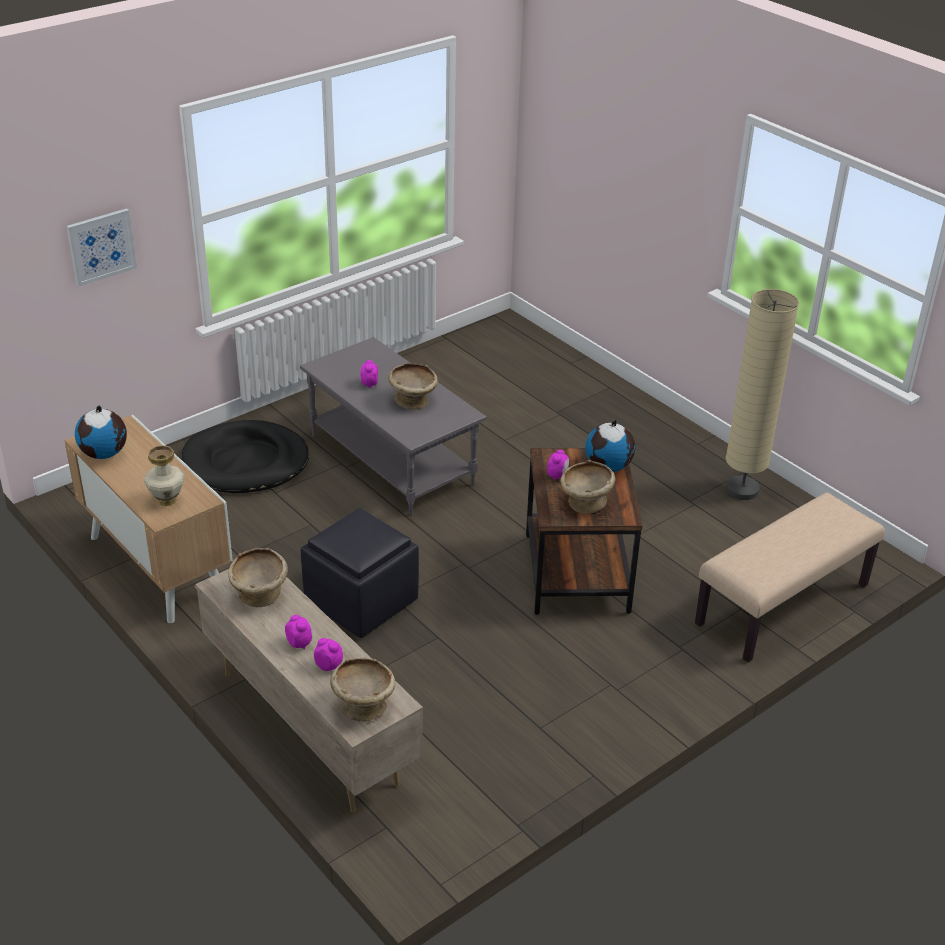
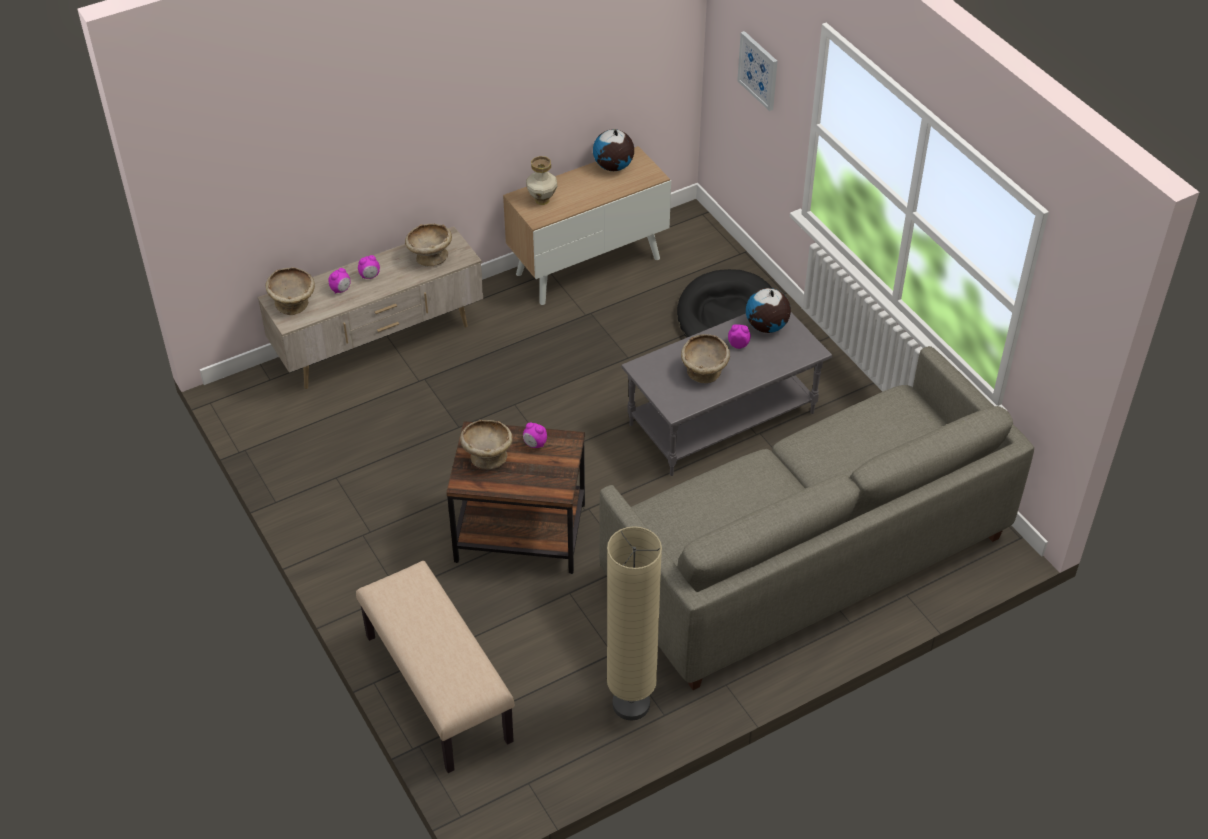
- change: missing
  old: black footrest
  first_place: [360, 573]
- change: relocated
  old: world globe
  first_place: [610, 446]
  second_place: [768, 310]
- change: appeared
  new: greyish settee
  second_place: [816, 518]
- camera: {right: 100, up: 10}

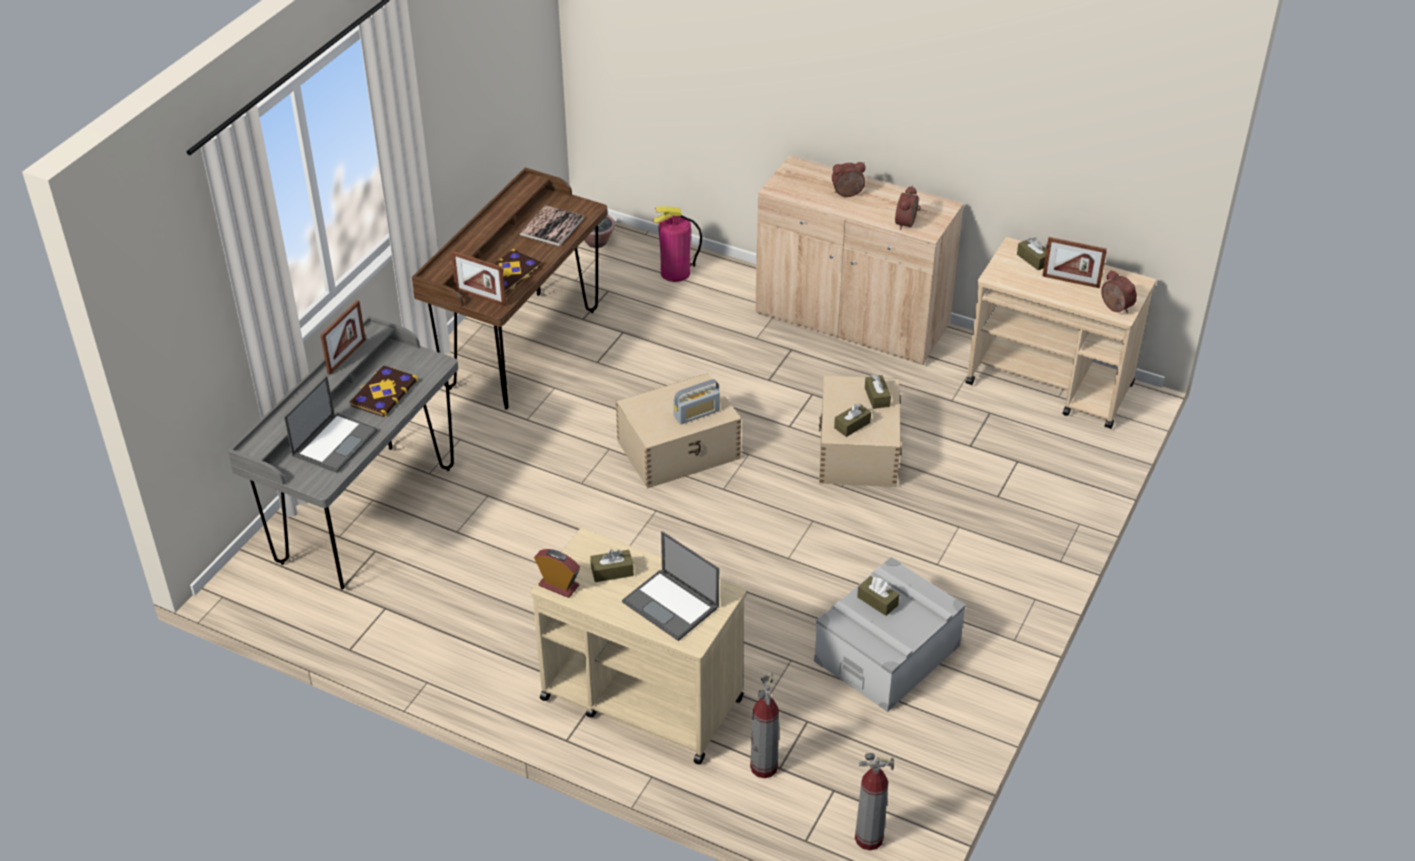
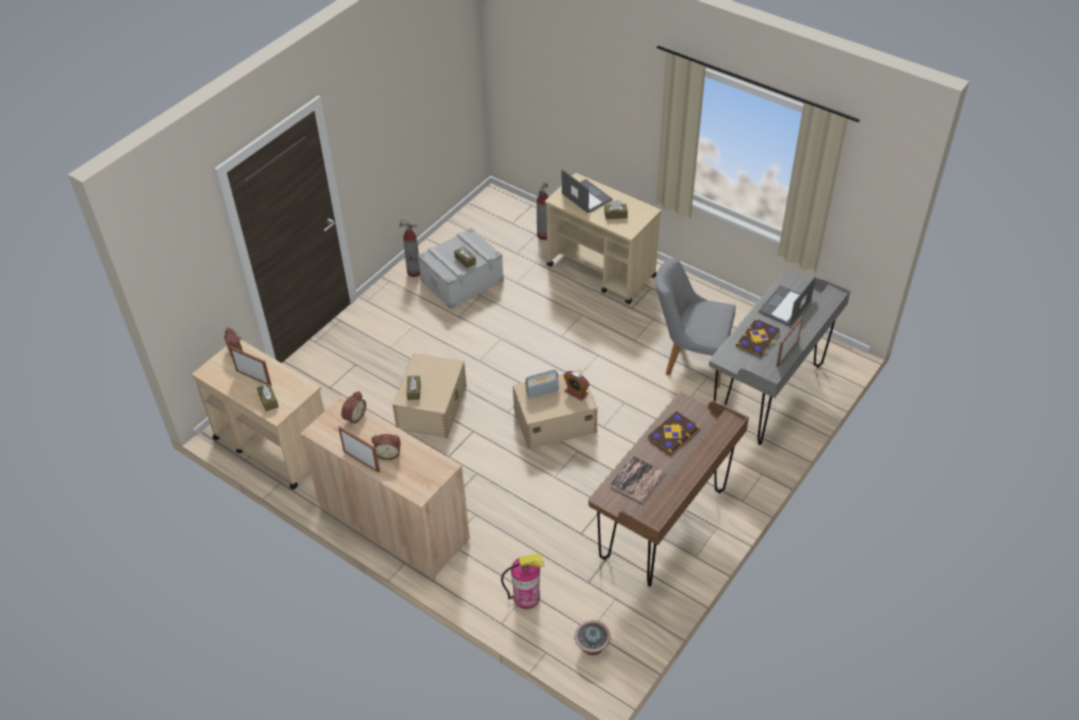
- change: relocated
  old: standing frame
  first_place: [478, 278]
  second_place: [359, 449]
- change: relocated
  old: bedside clock
  first_place: [557, 573]
  second_place: [576, 386]
- change: missing
  old: brown tissue box
  first_place: [852, 420]
- change: relocated
  old: fire-fighting cylinder
  first_place: [874, 802]
  second_place: [410, 248]
- change: appeared
  new: greyish upright chair
  second_place: [695, 323]
- camera: {right: -170, up: 5}

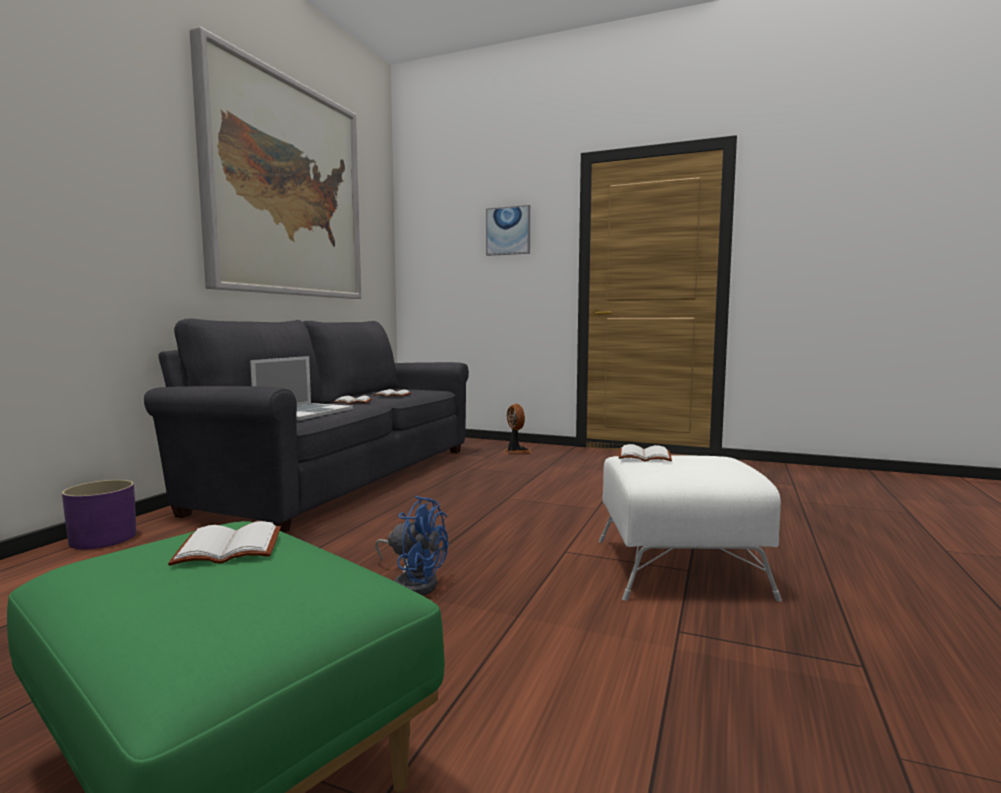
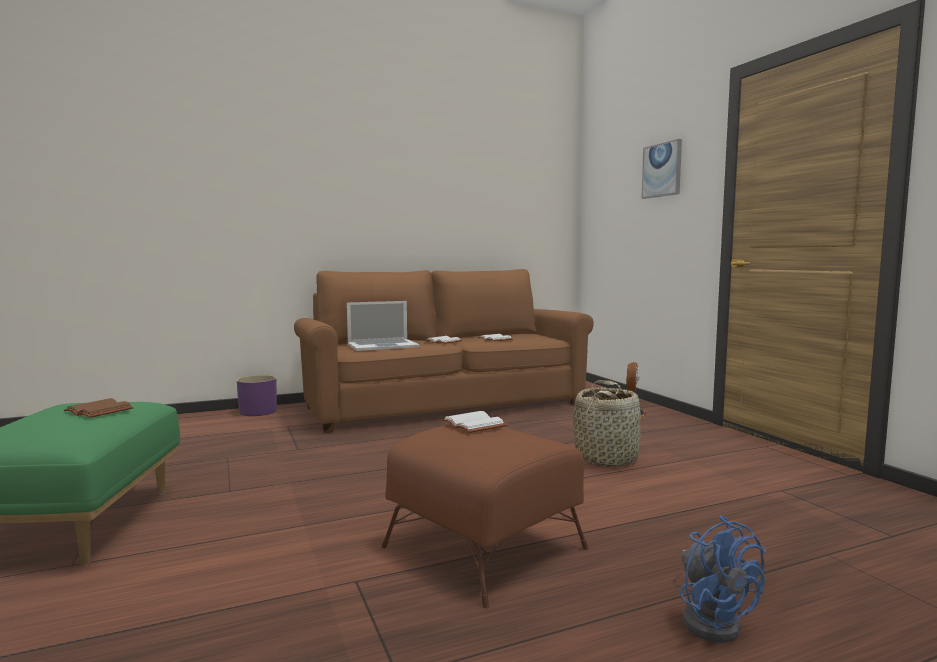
- change: colour
  old: greyish settee
  new: brown settee
  first_place: [306, 425]
  second_place: [444, 351]
- change: colour
  old: white book
  new: brown book
  first_place: [224, 543]
  second_place: [99, 408]
- change: missing
  old: wall picture
  first_place: [275, 163]
- change: relocated
  old: blue-coloured cooling fan
  first_place: [411, 546]
  second_place: [723, 579]
- change: colour
  old: white footrest
  new: brown footrest
  first_place: [690, 528]
  second_place: [485, 516]
- change: appeared
  new: basket
  second_place: [607, 423]
- camera: {right: 45, up: 0}

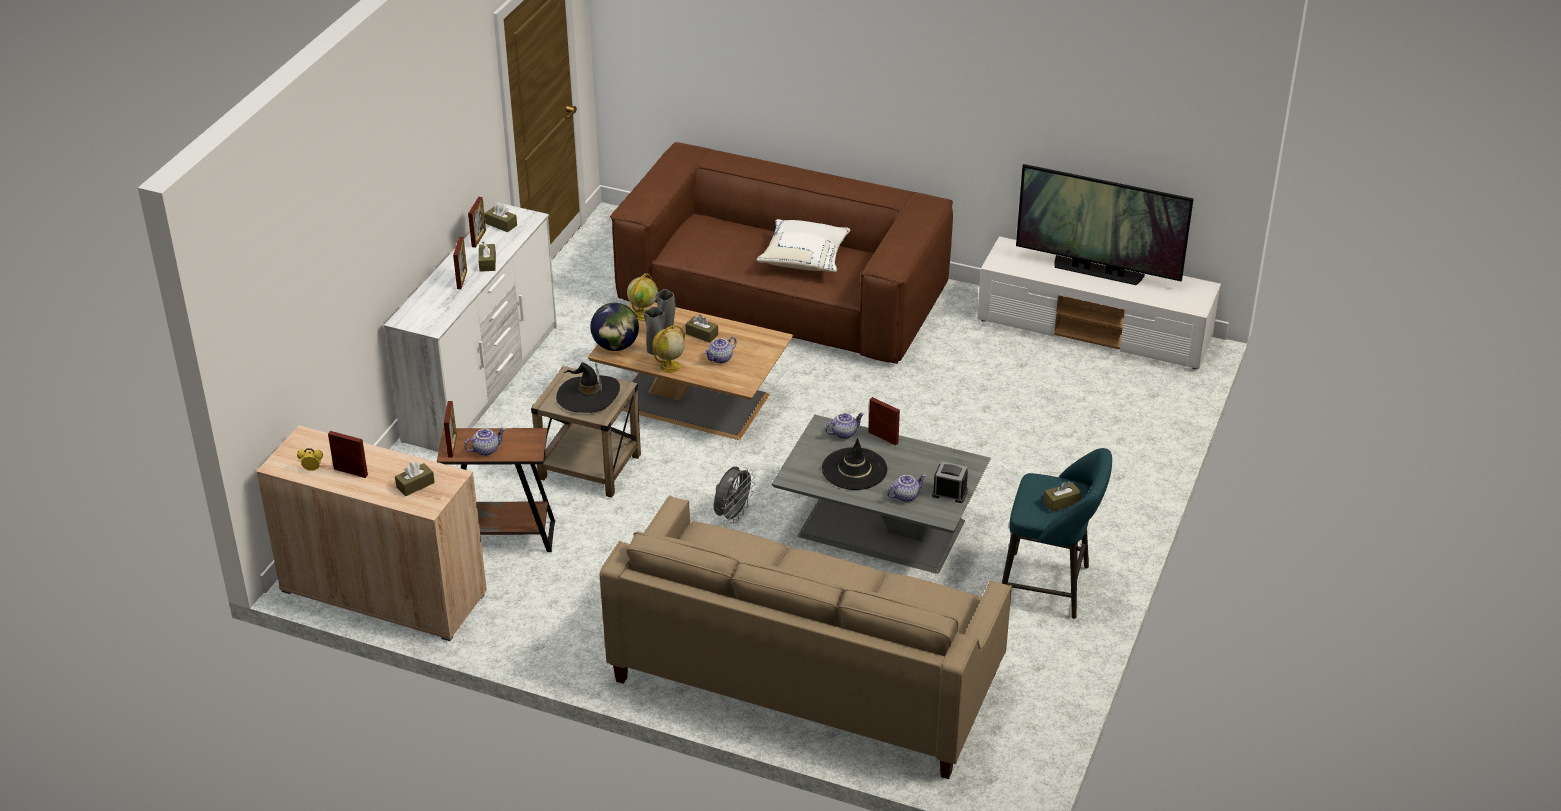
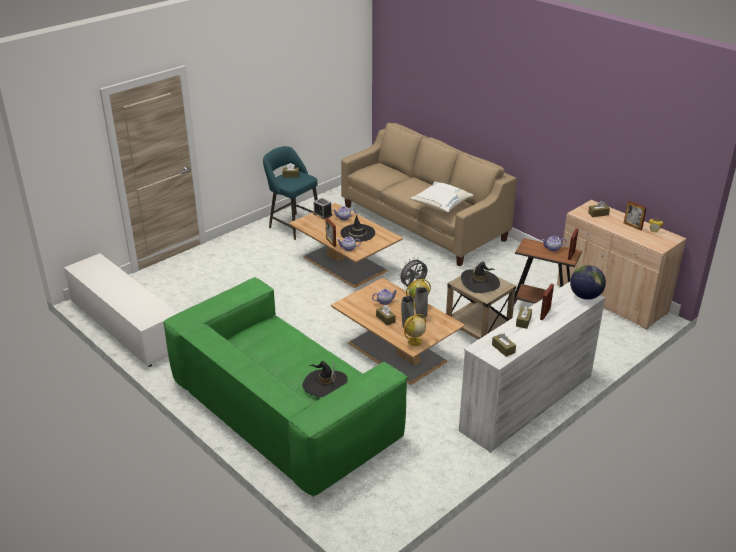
- change: missing
  old: standing frame
  first_place: [477, 222]
- change: relocated
  old: world globe
  first_place: [614, 327]
  second_place: [588, 282]
- change: colour
  old: brown settee
  new: green-coloured settee
  first_place: [781, 253]
  second_place: [285, 387]
- change: relocated
  old: white throw pillow
  first_place: [803, 245]
  second_place: [442, 197]
- change: colour
  old: greyish lounge table
  new: brown lounge table
  first_place: [881, 494]
  second_place: [346, 245]
- change: missing
  old: TV set
  first_place: [1105, 224]
- change: appeared
  new: black wearable hat
  second_place: [325, 379]
- camera: {right: -155, up: -5}

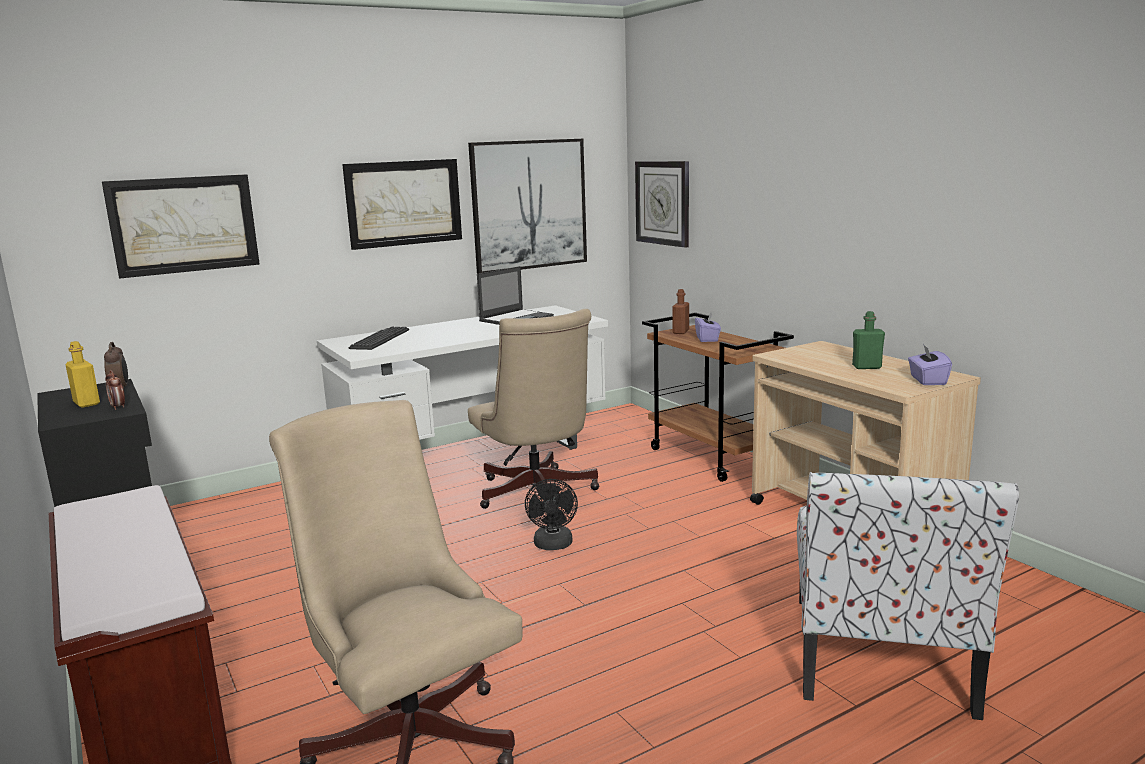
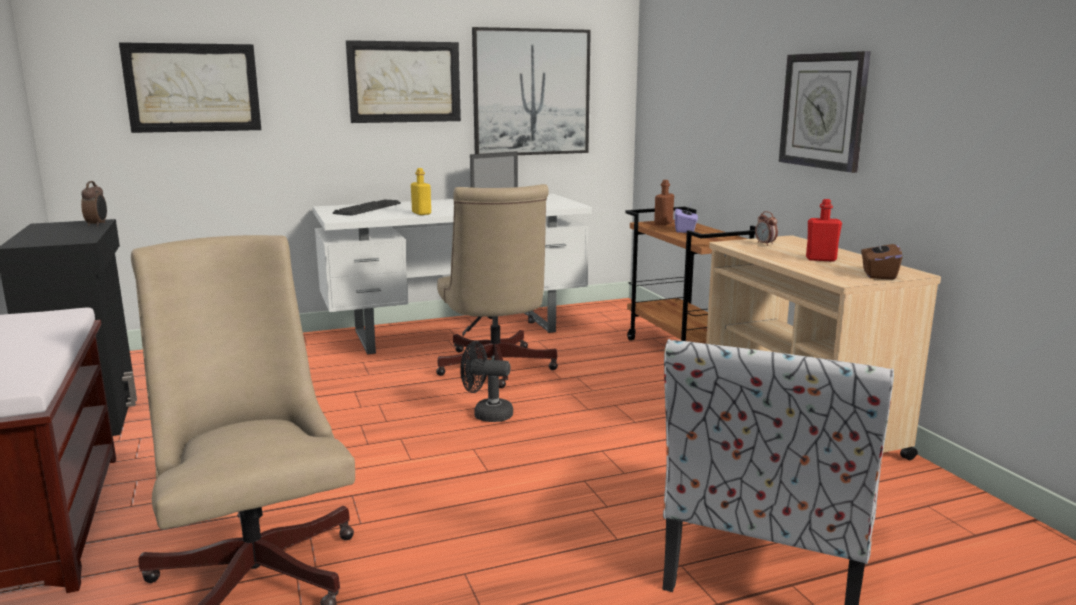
- change: relocated
  old: yellow-coloured beverage bottle
  first_place: [82, 374]
  second_place: [421, 191]
- change: relocated
  old: bedside clock
  first_place: [115, 390]
  second_place: [766, 228]
- change: spun
  old: black cooling fan
  first_place: [551, 514]
  second_place: [486, 381]
  degrees: 90
- change: relocated
  old: hanging clock
  first_place: [662, 204]
  second_place: [825, 112]
- change: colour
  old: green-coloured beverage bottle
  new: red beverage bottle
  first_place: [868, 340]
  second_place: [824, 230]
- change: colour
  old: purple tissue box
  new: brown tissue box
  first_place: [930, 364]
  second_place: [881, 258]
- camera: {right: 10, up: 0}

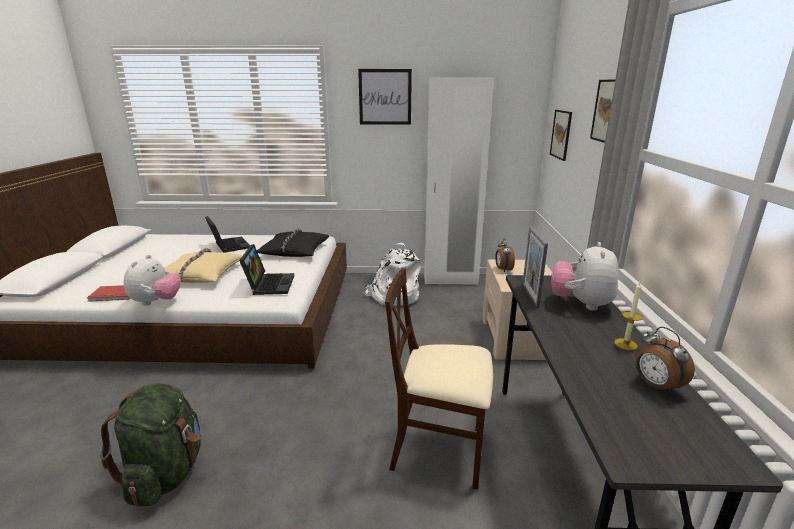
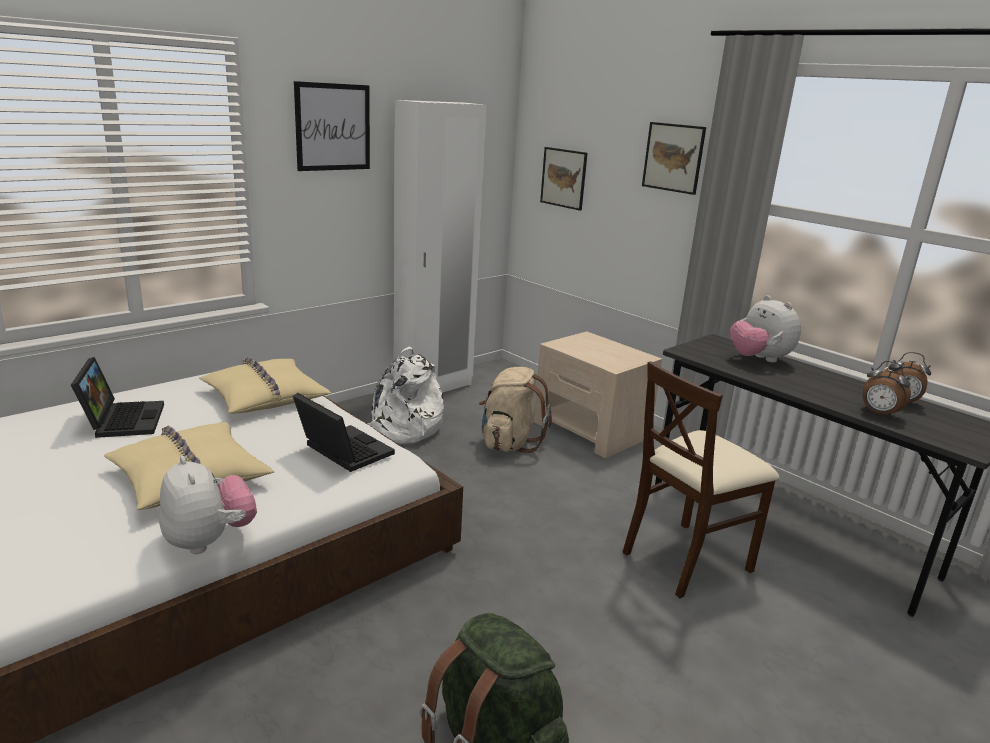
- change: missing
  old: red book
  first_place: [109, 293]
- change: spun
  old: portable computer
  first_place: [227, 234]
  second_place: [117, 397]
  degrees: 60
- change: colour
  old: black throw pillow
  new: beige-coloured throw pillow
  first_place: [293, 242]
  second_place: [265, 385]
- change: relocated
  old: bedside clock
  first_place: [505, 255]
  second_place: [887, 389]
- change: missing
  old: standing frame
  first_place: [535, 266]
- change: missing
  old: wax light
  first_place: [628, 316]
- change: appeared
  new: beige-coloured knapsack
  second_place: [515, 410]
- camera: {right: -45, up: 0}

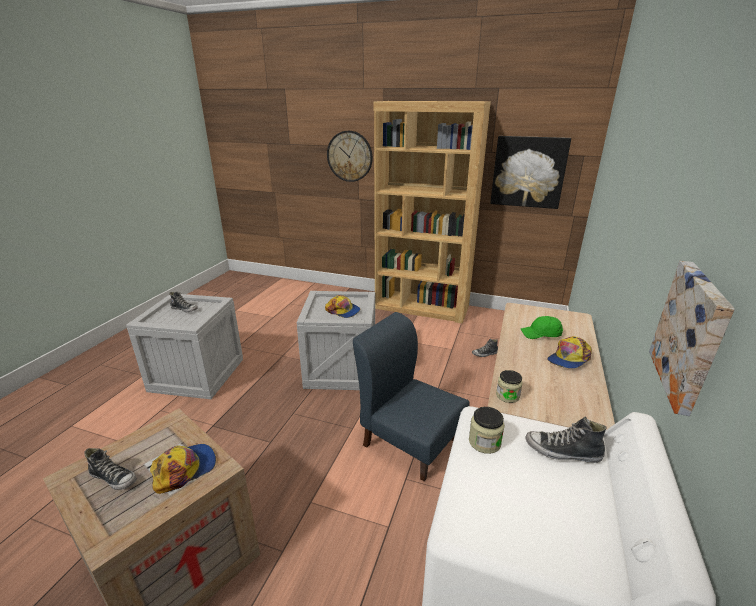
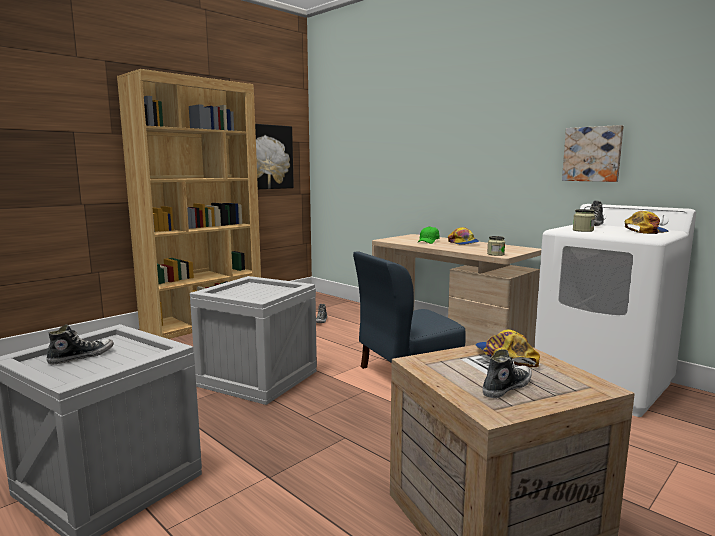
- change: relocated
  old: cap
  first_place: [342, 306]
  second_place: [647, 222]
- change: missing
  old: hanging clock
  first_place: [350, 156]
- camera: {right: -65, up: -15}

